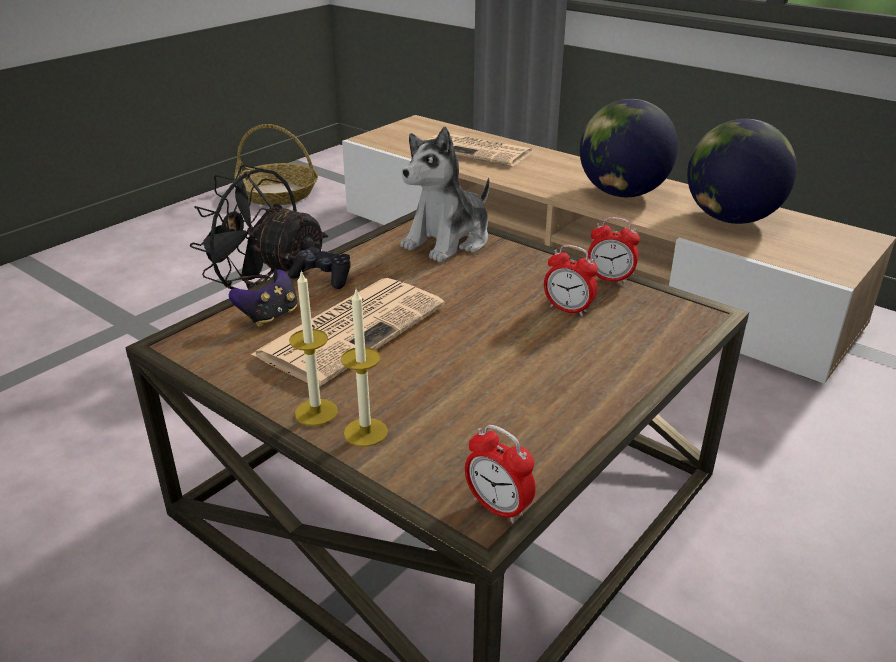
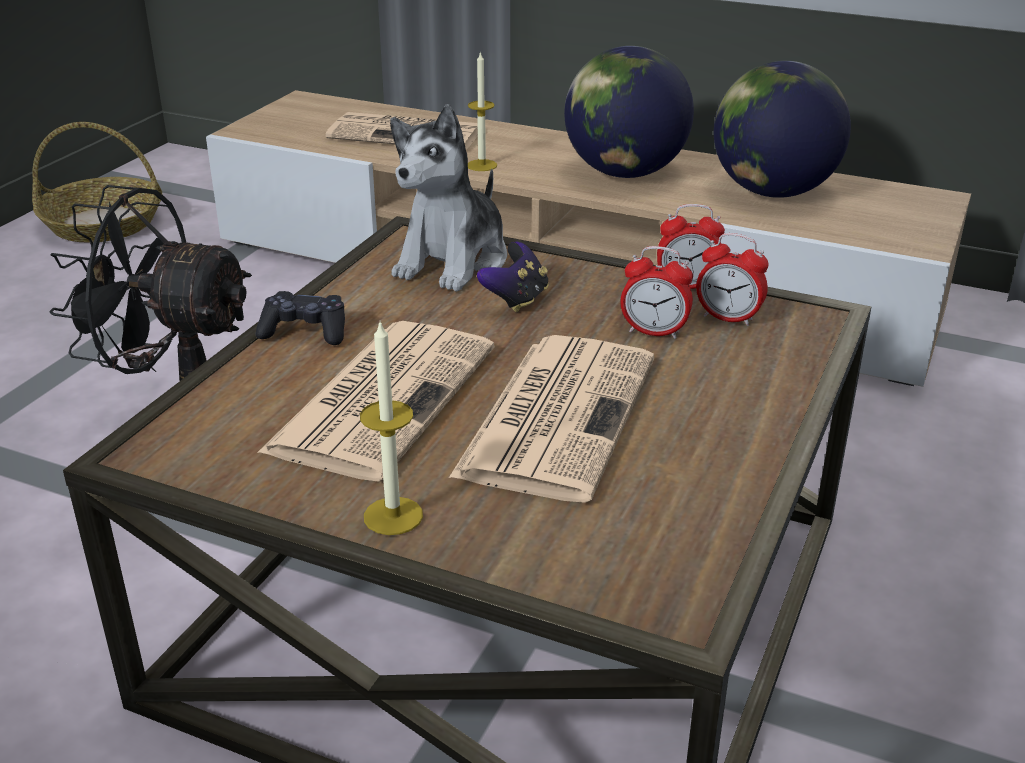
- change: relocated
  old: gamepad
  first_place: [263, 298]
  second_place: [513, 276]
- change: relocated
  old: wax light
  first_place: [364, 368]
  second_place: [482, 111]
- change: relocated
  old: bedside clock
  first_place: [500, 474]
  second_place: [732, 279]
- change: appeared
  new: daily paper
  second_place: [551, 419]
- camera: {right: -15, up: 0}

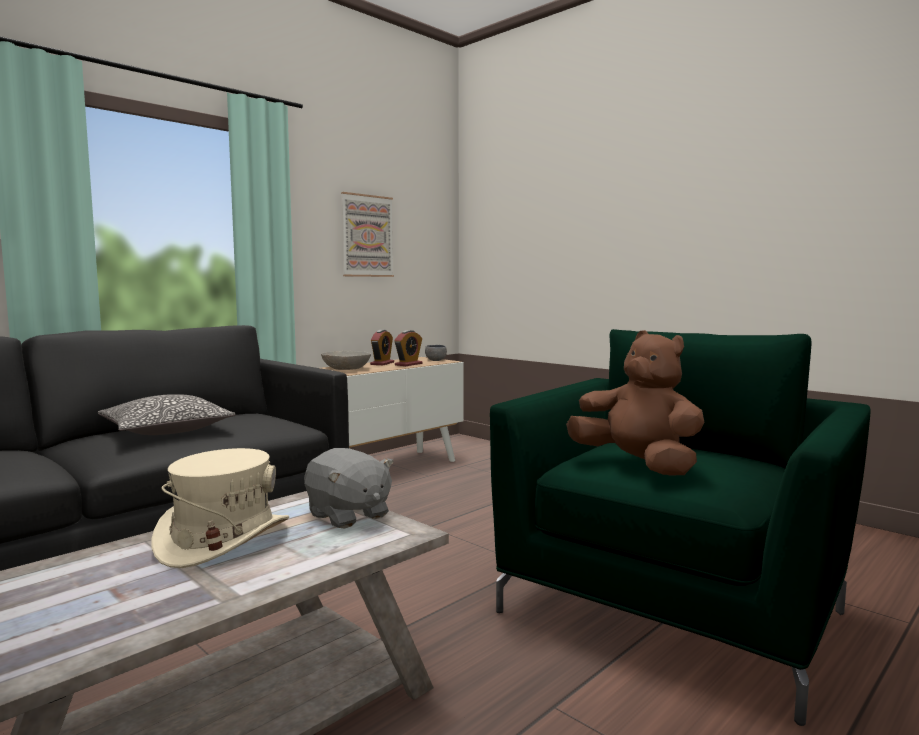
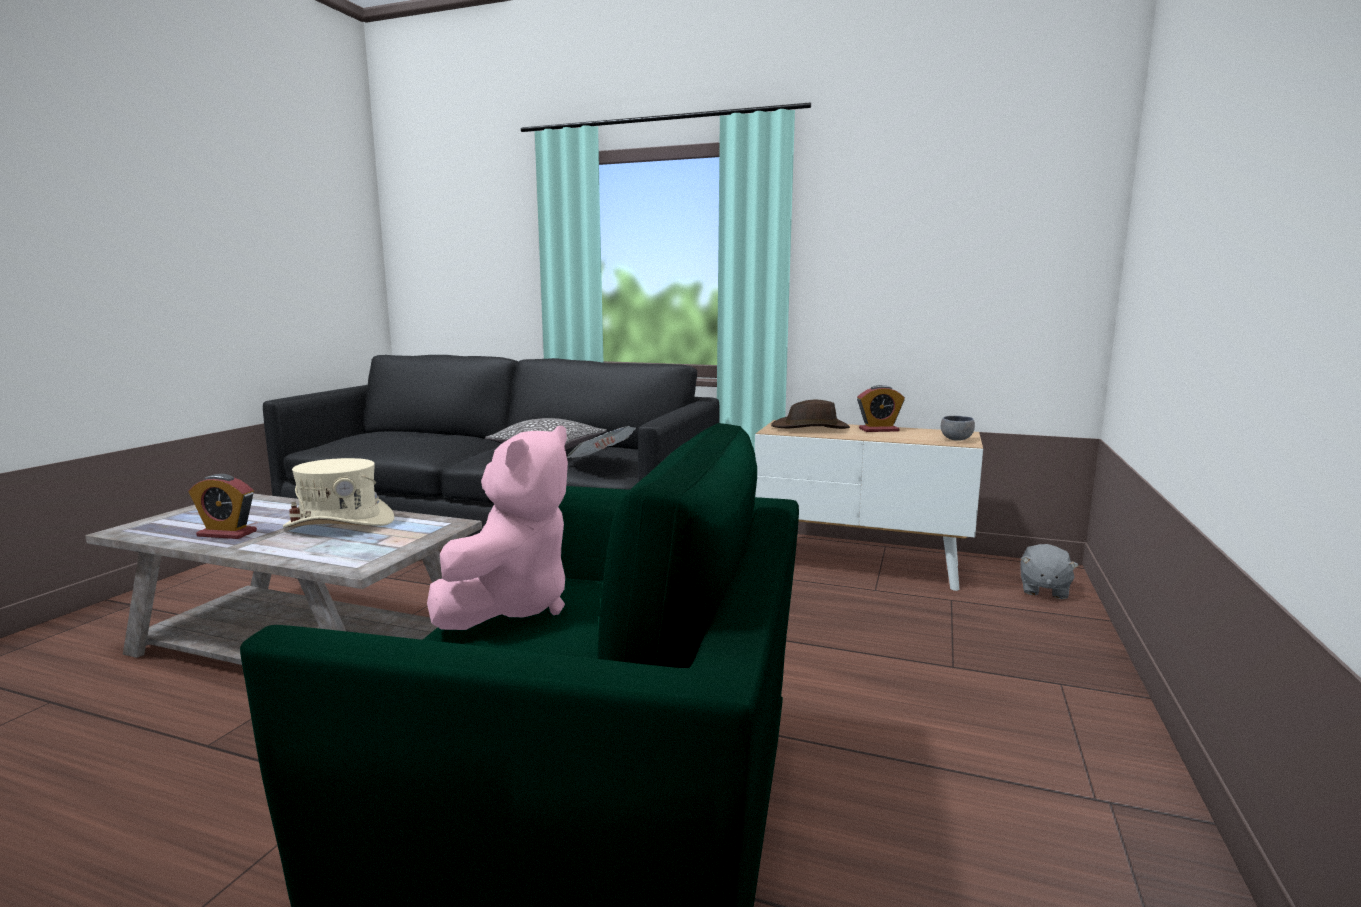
- change: relocated
  old: greyish plush toy
  first_place: [349, 488]
  second_place: [1050, 571]
- change: exchanged
  old: greyish serving bowl
  new: brown wearable hat
  first_place: [346, 360]
  second_place: [810, 414]
- change: missing
  old: wall picture
  first_place: [367, 234]
- change: relocated
  old: bedside clock
  first_place: [408, 348]
  second_place: [223, 506]
- change: colour
  old: brown plush toy
  new: pinkish plush toy
  first_place: [635, 403]
  second_place: [497, 528]
- change: appeared
  new: daily paper
  second_place: [601, 442]
- camera: {right: 65, up: 5}

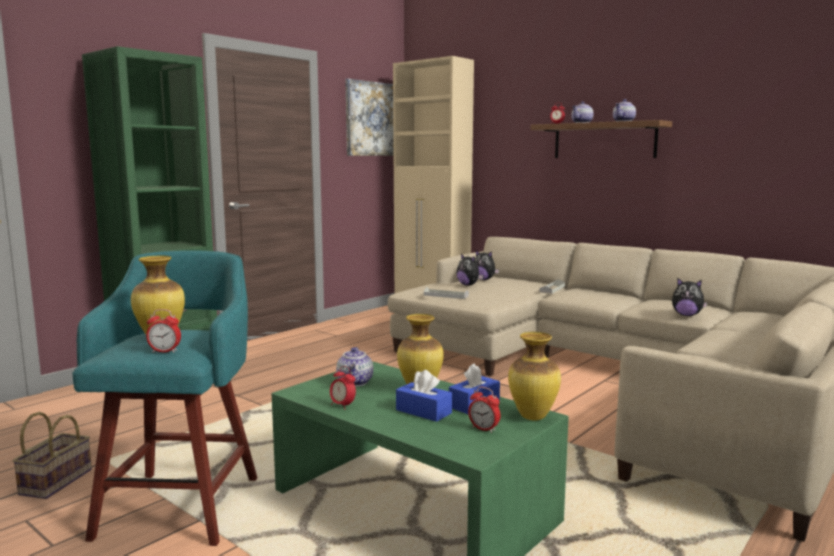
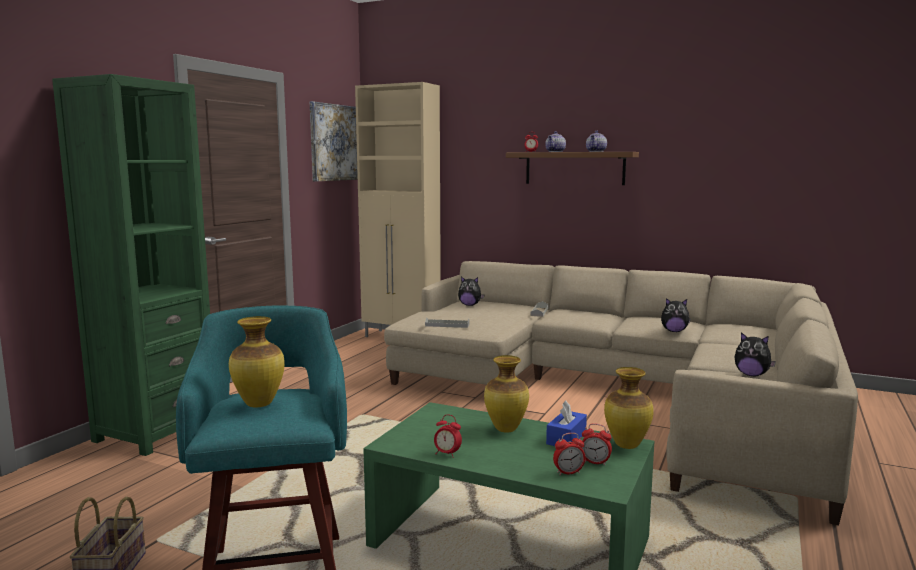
- change: relocated
  old: bedside clock
  first_place: [163, 331]
  second_place: [569, 454]
- change: missing
  old: teapot
  first_place: [354, 367]
- change: missing
  old: blue-coloured tissue box
  first_place: [424, 396]
- change: relocated
  old: plush toy
  first_place: [469, 270]
  second_place: [755, 354]
- camera: {right: -15, up: 0}

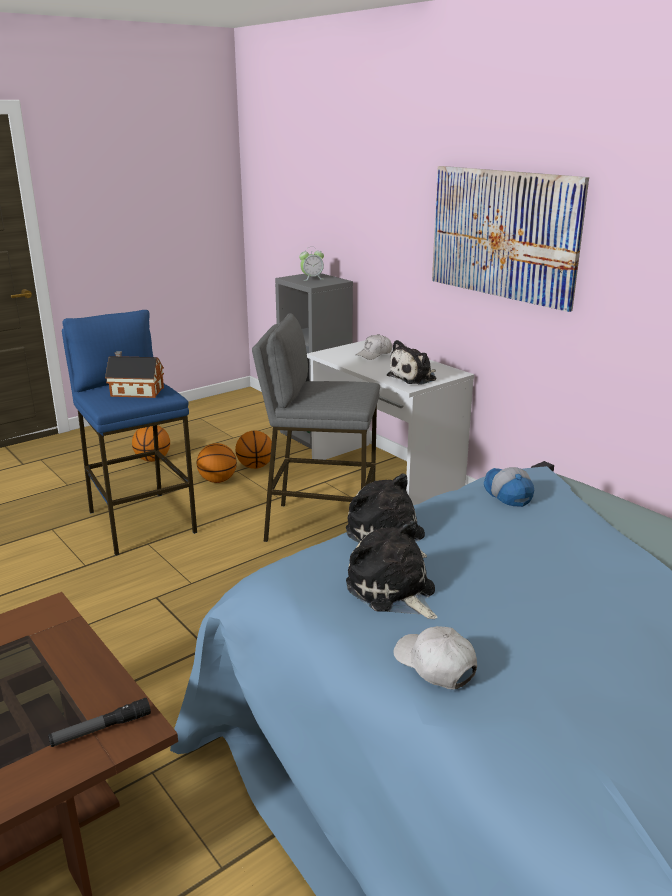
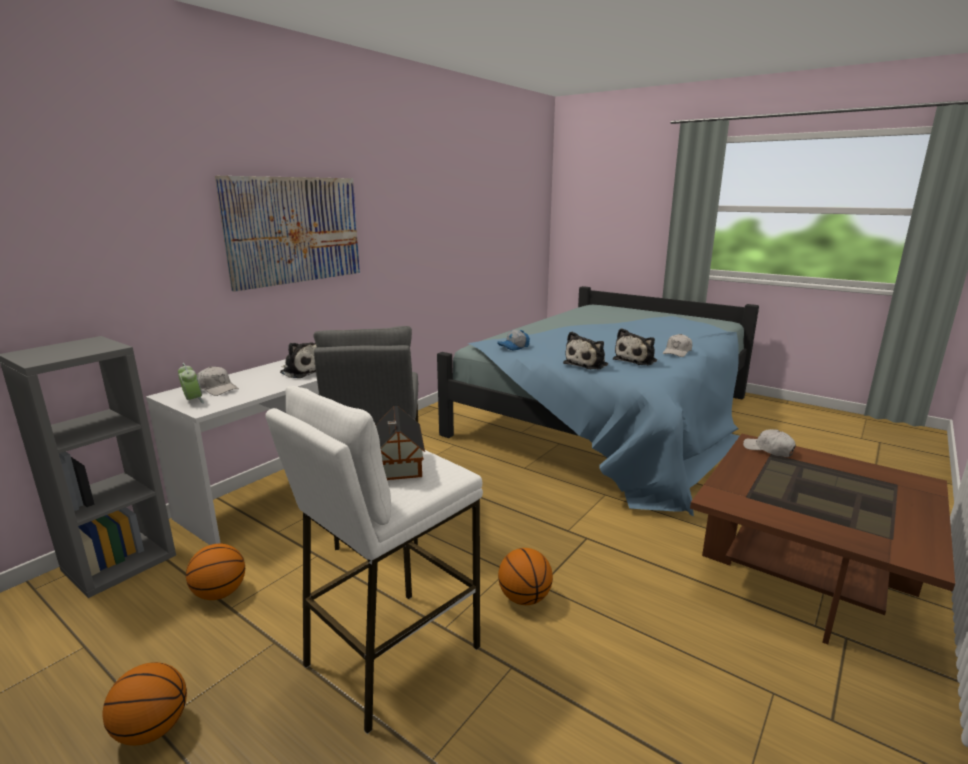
- change: exchanged
  old: hand torch
  new: white cap
  first_place: [99, 722]
  second_place: [769, 443]
- change: colour
  old: blue-coloured sitting stool
  new: white sitting stool
  first_place: [129, 433]
  second_place: [374, 560]
- change: relocated
  old: ball for basketball
  first_place: [217, 463]
  second_place: [525, 576]
- change: relocated
  old: bedside clock
  first_place: [311, 265]
  second_place: [191, 383]
- camera: {right: -105, up: -5}

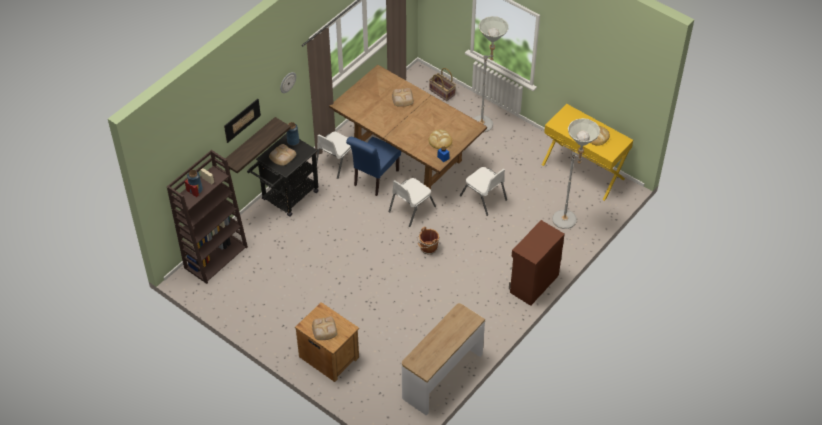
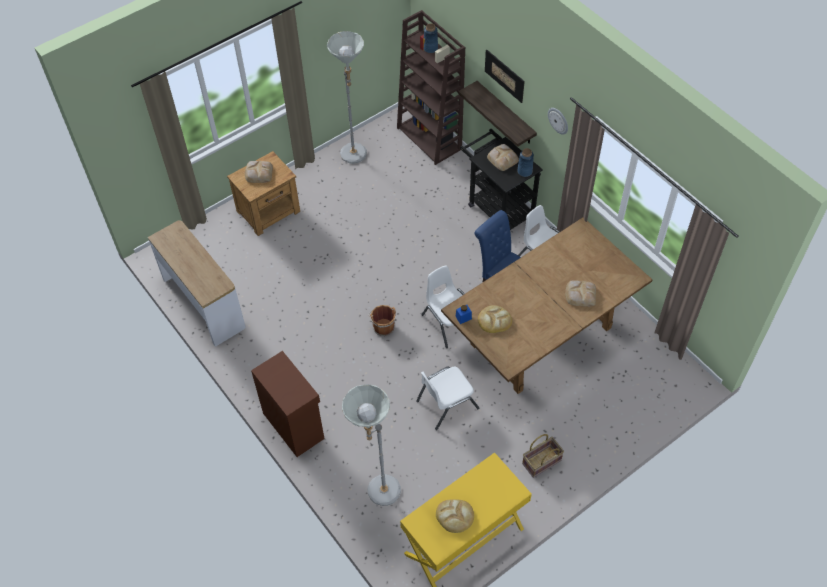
- change: relocated
  old: basket
  first_place: [442, 84]
  second_place: [543, 456]
- change: relocated
  old: greyish standard lamp
  first_place: [491, 74]
  second_place: [347, 97]
- camera: {right: 105, up: 5}

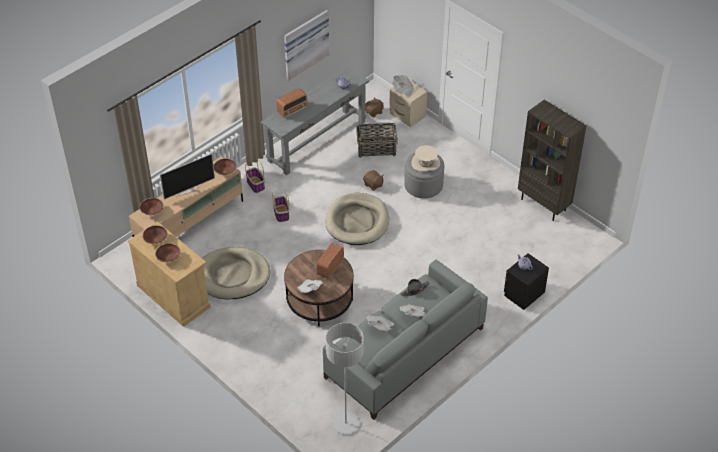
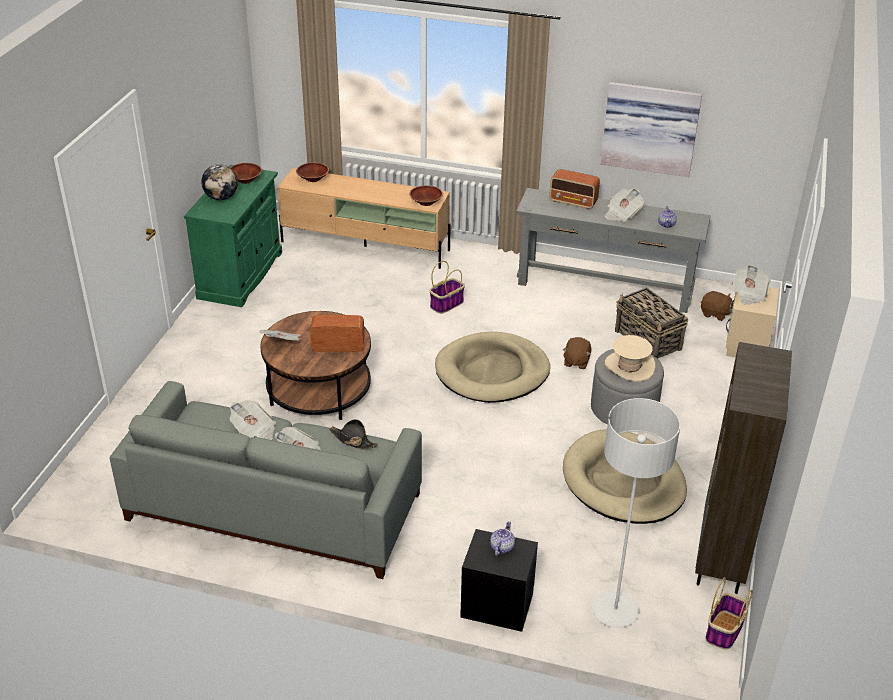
- change: colour
  old: beige-coloured storage cabinet
  new: green-coloured storage cabinet
  first_place: [169, 274]
  second_place: [233, 236]
- change: exchanged
  old: brown serving bowl
  new: world globe
  first_place: [168, 252]
  second_place: [219, 182]
- change: missing
  old: TV set
  first_place: [187, 176]
- change: relocated
  old: beige-coloured dog cushion
  first_place: [236, 273]
  second_place: [625, 476]
- change: relocated
  old: basket
  first_place: [255, 176]
  second_place: [729, 613]
- change: relocated
  old: greyish standard lamp
  first_place: [345, 378]
  second_place: [636, 513]
- change: appeared
  new: daily paper
  second_place: [624, 205]
- camera: {right: 60, up: -10}

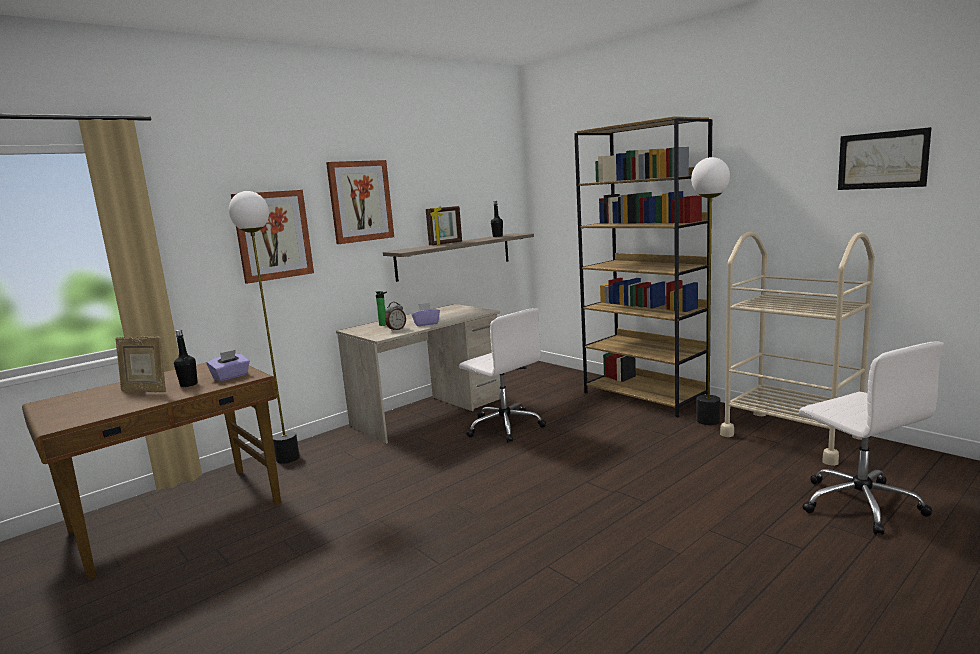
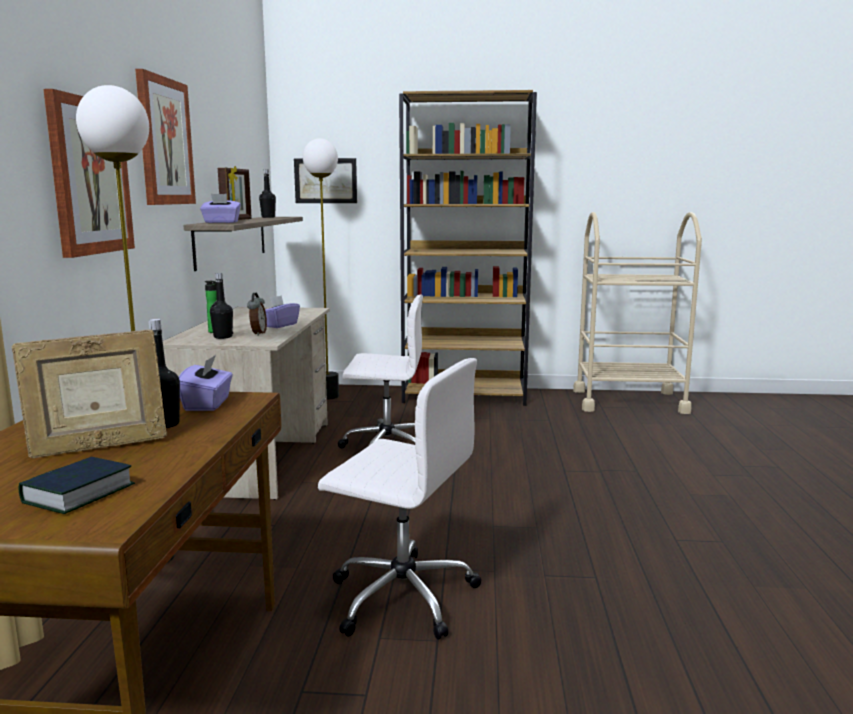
- change: relocated
  old: standard lamp
  first_place: [710, 291]
  second_place: [321, 269]
- change: relocated
  old: white office chair
  first_place: [871, 438]
  second_place: [399, 499]
- change: relocated
  old: wall picture
  first_place: [885, 158]
  second_place: [325, 180]
- change: appeared
  new: book
  second_place: [77, 485]
- change: appeared
  new: purple tissue box
  second_place: [220, 208]
- change: appeared
  new: black beverage bottle
  second_place: [221, 306]
- camera: {right: -45, up: 0}

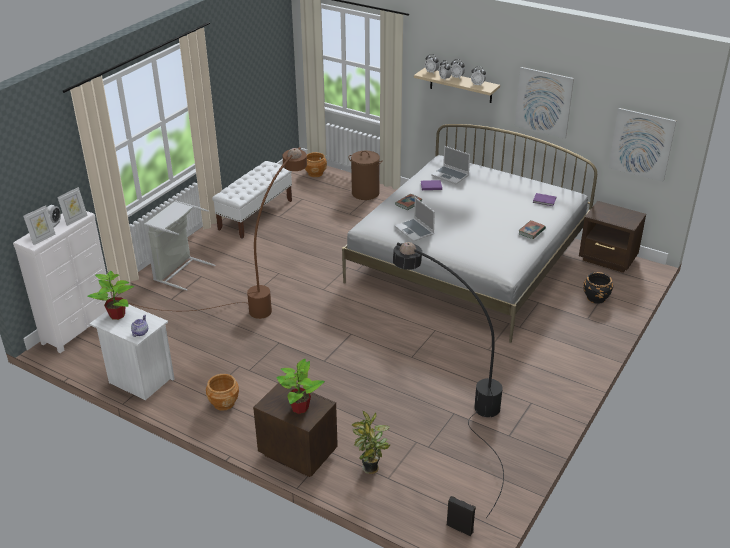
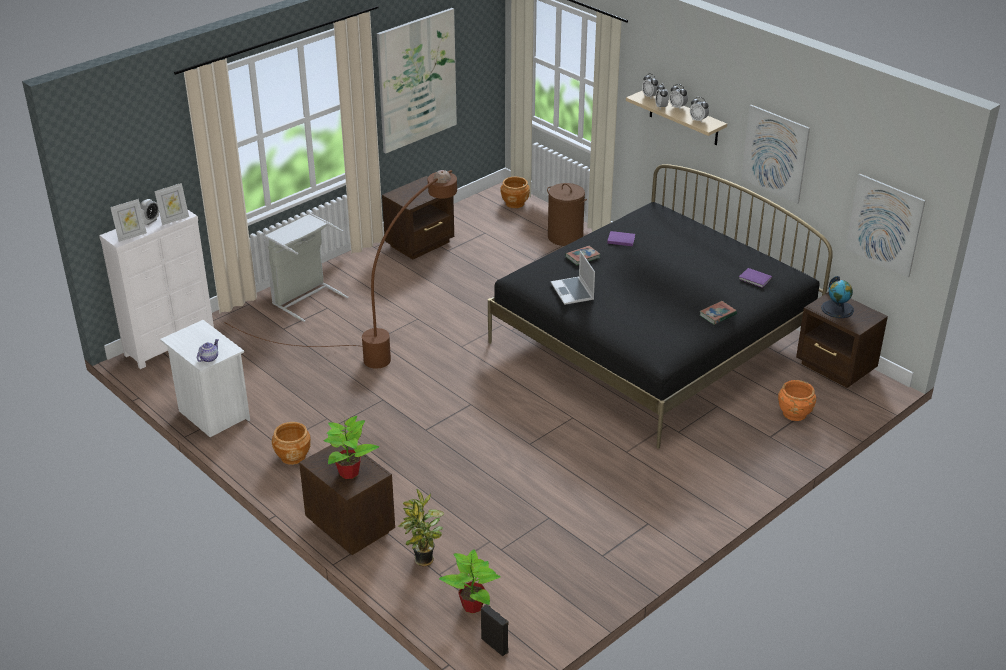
- change: relocated
  old: potted plant
  first_place: [110, 295]
  second_place: [470, 581]
- change: exchanged
  old: white long seat
  new: brown nightstand
  first_place: [252, 200]
  second_place: [418, 217]
- change: colour
  old: white bed
  new: black bed
  first_place: [469, 233]
  second_place: [660, 306]
- change: missing
  old: black standard lamp
  first_place: [448, 380]
- change: missing
  old: portable computer
  first_place: [450, 165]
- change: colour
  old: black flower pot
  new: orange flower pot
  first_place: [598, 288]
  second_place: [797, 400]
- change: appeared
  new: wall picture
  second_place: [417, 80]
- change: appeared
  new: world globe
  second_place: [837, 297]
- camera: {right: 15, up: 0}

